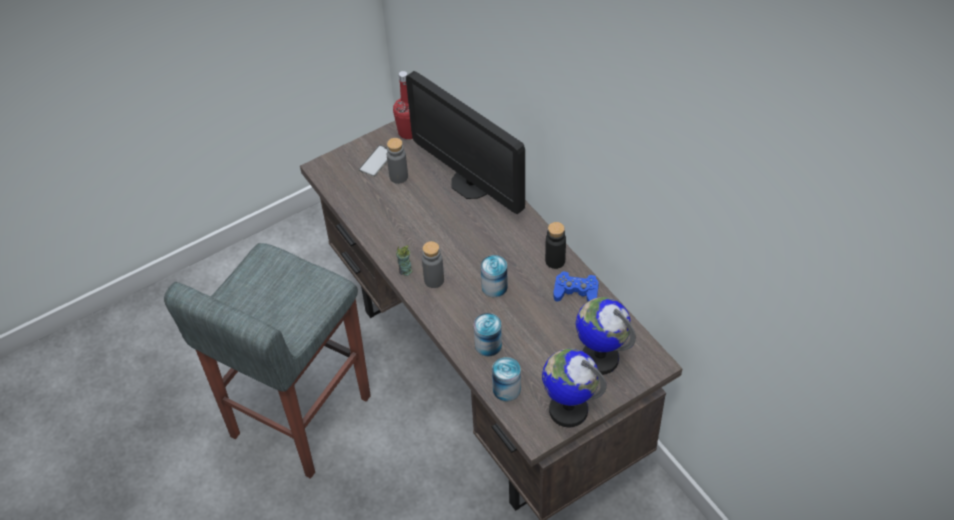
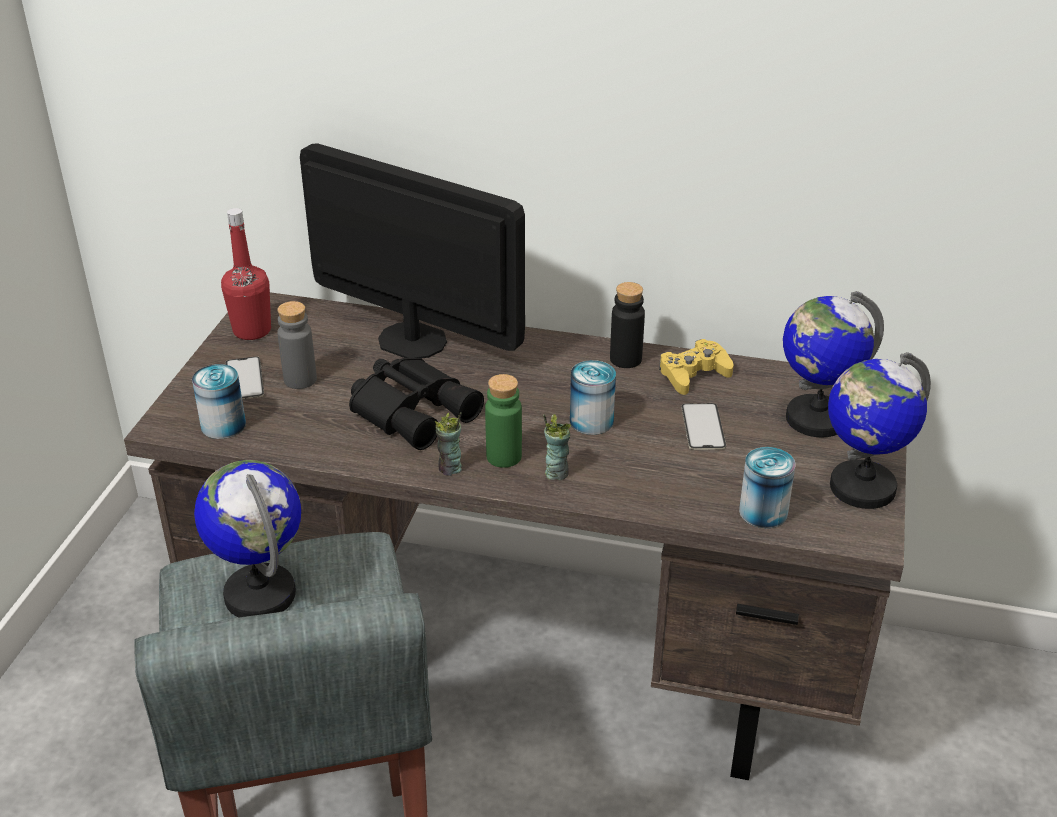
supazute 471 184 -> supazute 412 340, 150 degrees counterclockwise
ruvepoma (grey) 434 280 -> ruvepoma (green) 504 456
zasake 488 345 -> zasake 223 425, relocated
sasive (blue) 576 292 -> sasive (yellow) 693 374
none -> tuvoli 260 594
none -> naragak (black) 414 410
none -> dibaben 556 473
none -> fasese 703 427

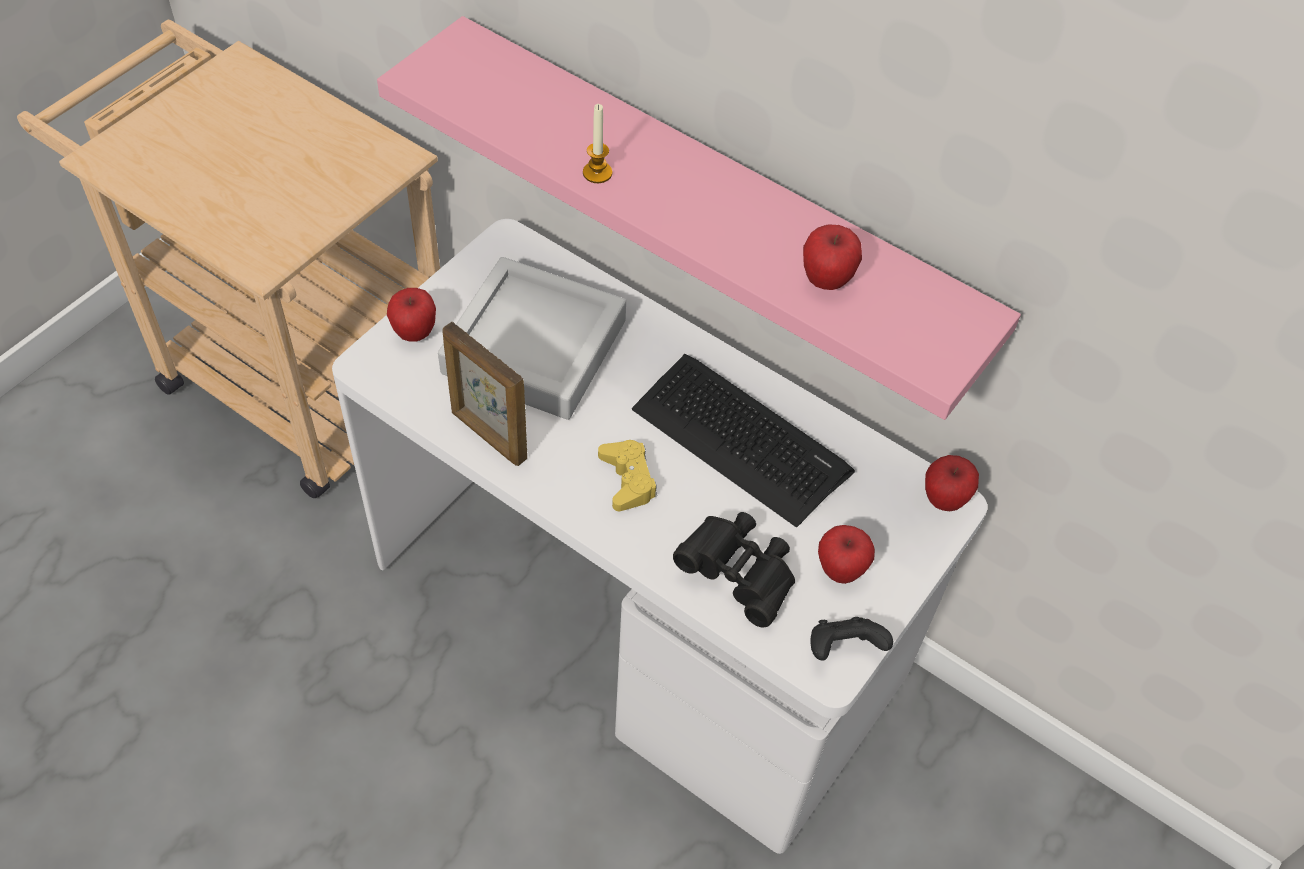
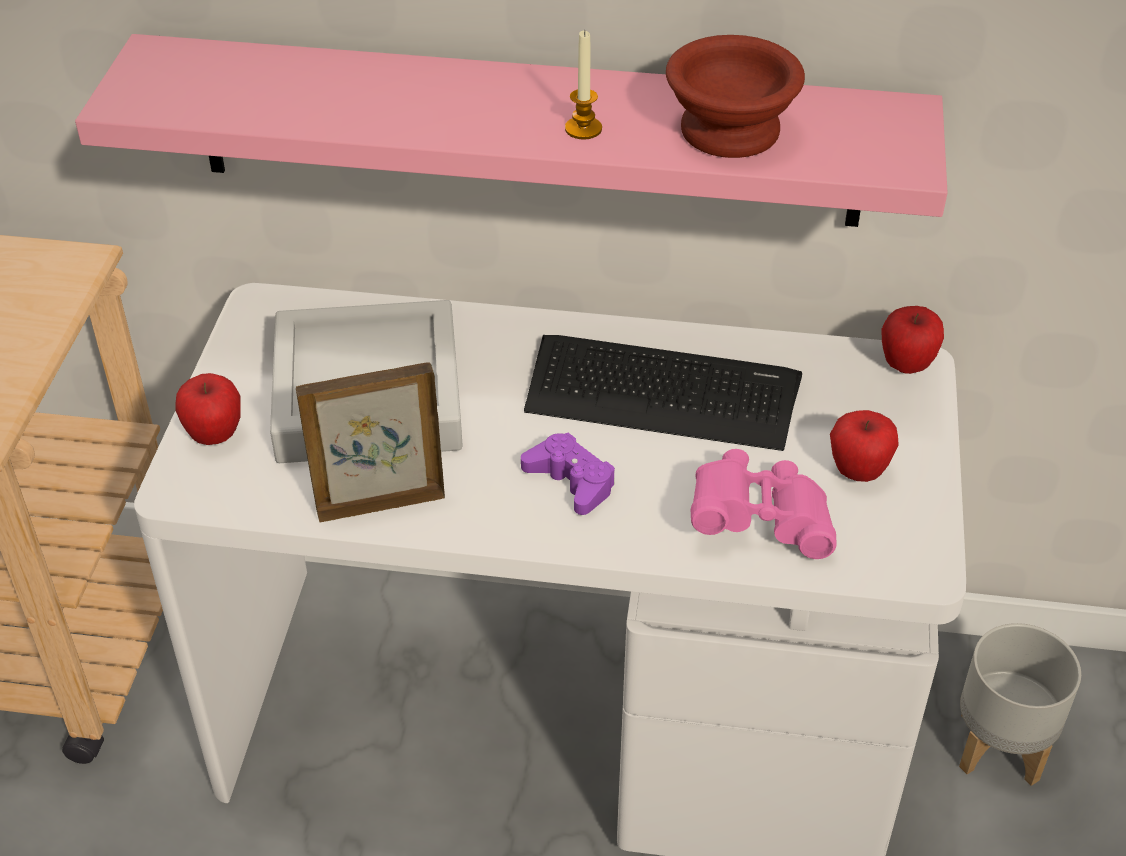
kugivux 488 436 -> kugivux 379 503, 150 degrees clockwise
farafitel 597 173 -> farafitel 583 129, relocated
sasive (yellow) 628 479 -> sasive (purple) 571 481
naragak (black) 739 575 -> naragak (pink) 760 521
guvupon 826 280 -> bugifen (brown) 733 132
sasive (black) 843 649 -> none
none -> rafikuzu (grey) 1001 748

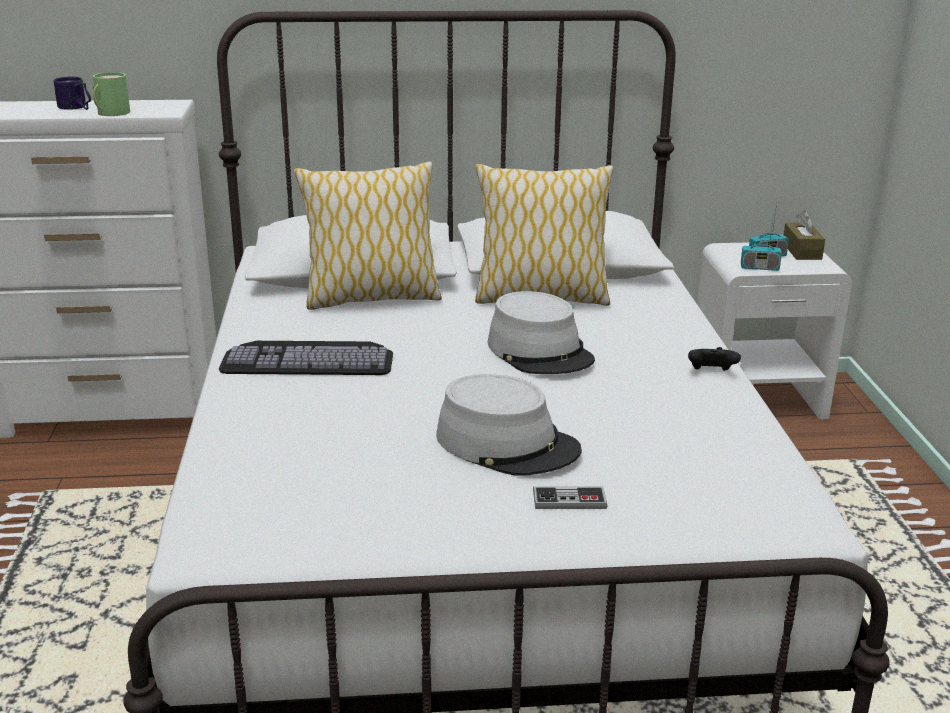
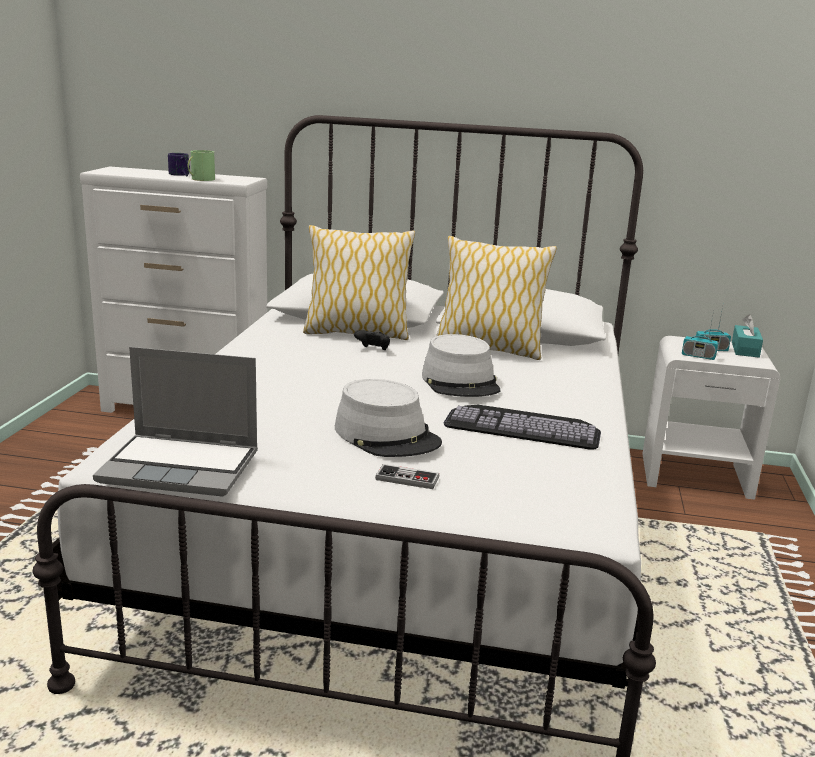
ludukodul 310 358 -> ludukodul 524 426, relocated
sasive (black) 711 373 -> sasive (black) 373 350, relocated
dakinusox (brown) 801 251 -> dakinusox (turquoise) 745 349
none -> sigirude 182 467

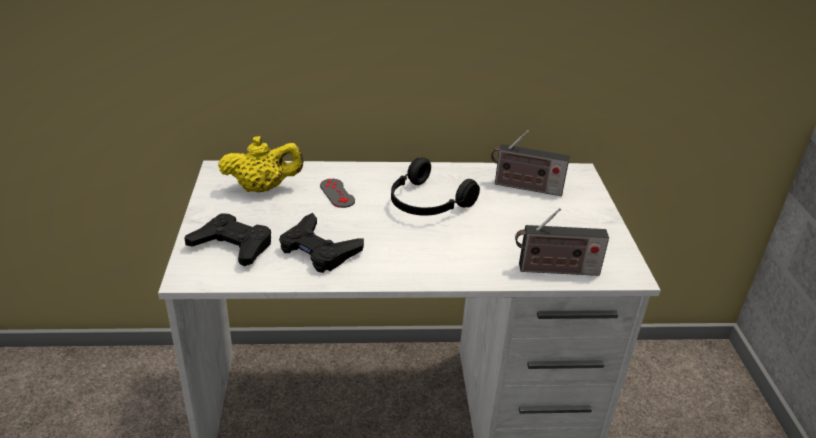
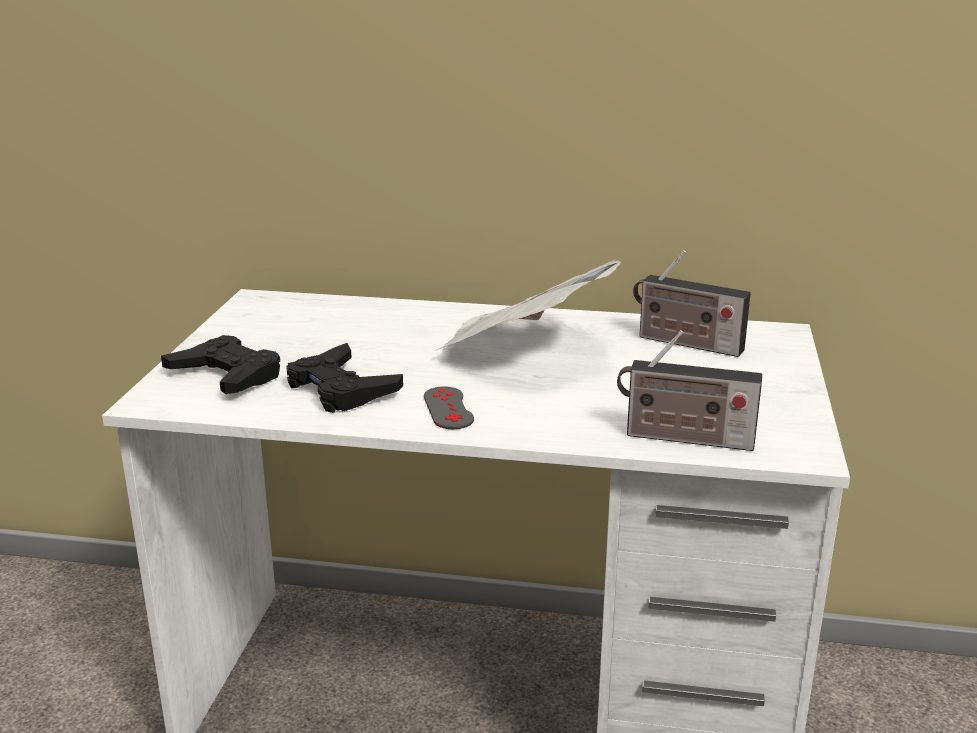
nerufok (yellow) 263 188 -> none
sasive (grey) 337 193 -> sasive (grey) 448 408, relocated
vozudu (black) 426 203 -> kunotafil 524 351

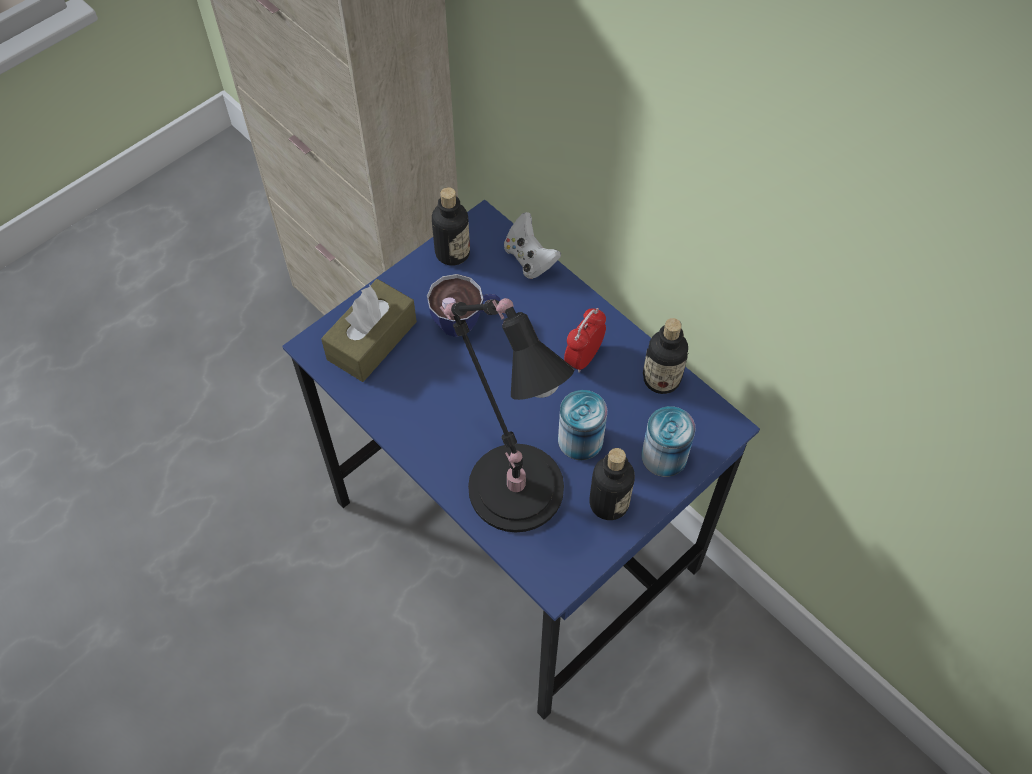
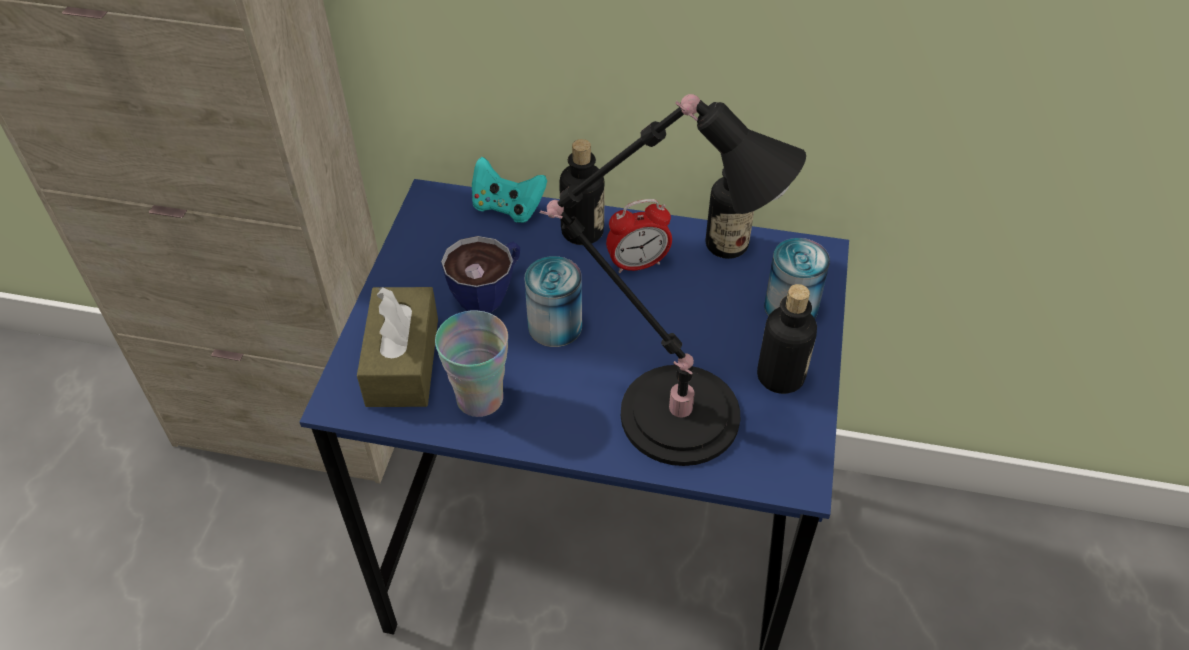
ruvepoma 452 253 -> ruvepoma 582 231, relocated
sasive (white) 529 259 -> sasive (turquoise) 507 207
zasake 580 440 -> zasake 555 326, relocated
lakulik 583 357 -> lakulik 637 264, 105 degrees counterclockwise
none -> dibaben 480 398

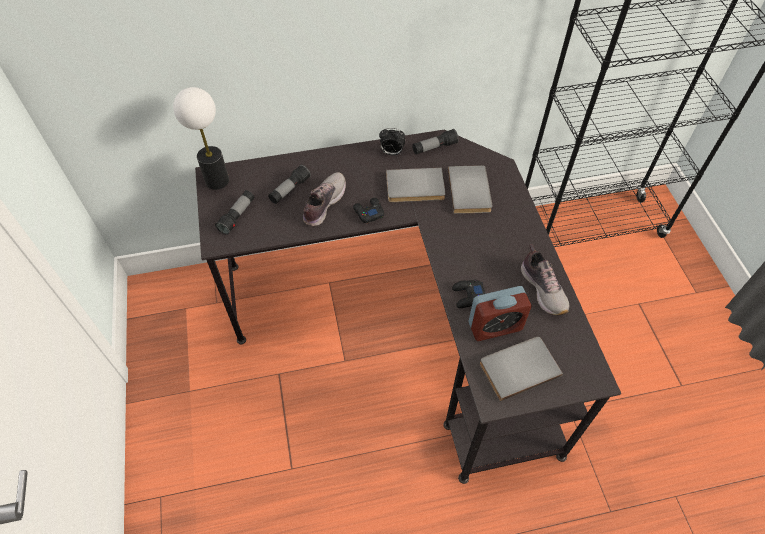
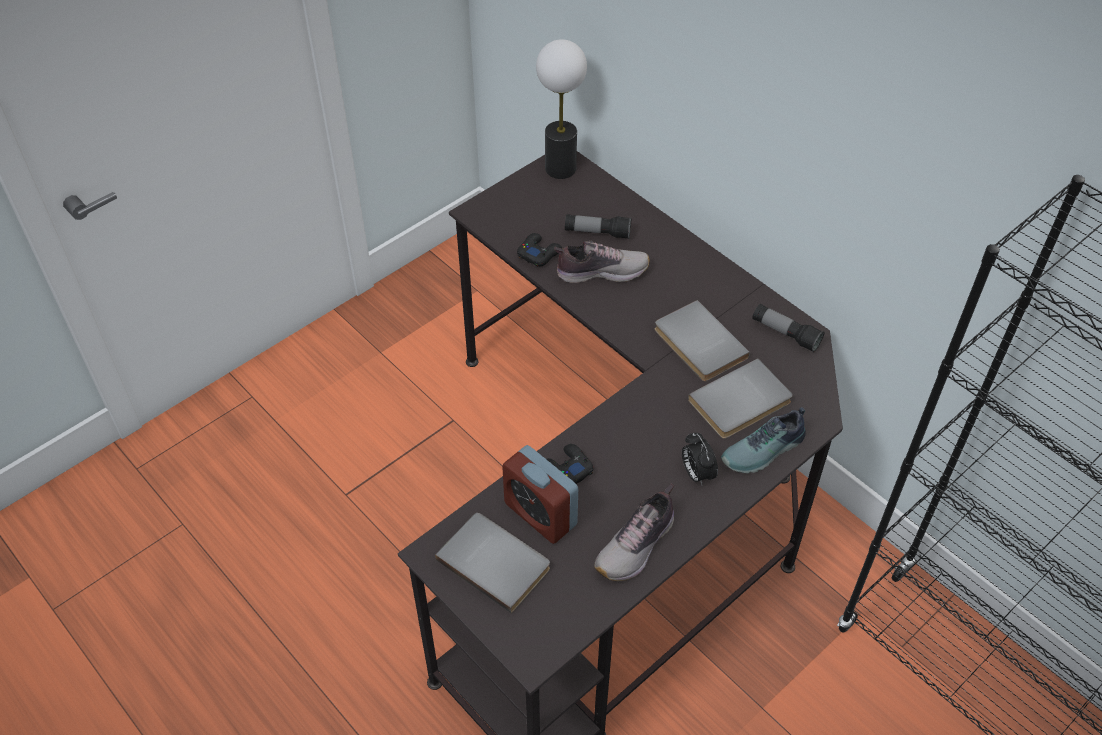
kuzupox 237 216 -> none
sasive (black) 368 212 -> sasive (black) 539 253, relocated
lakulik 391 153 -> lakulik 696 473, relocated
none -> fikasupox 764 451

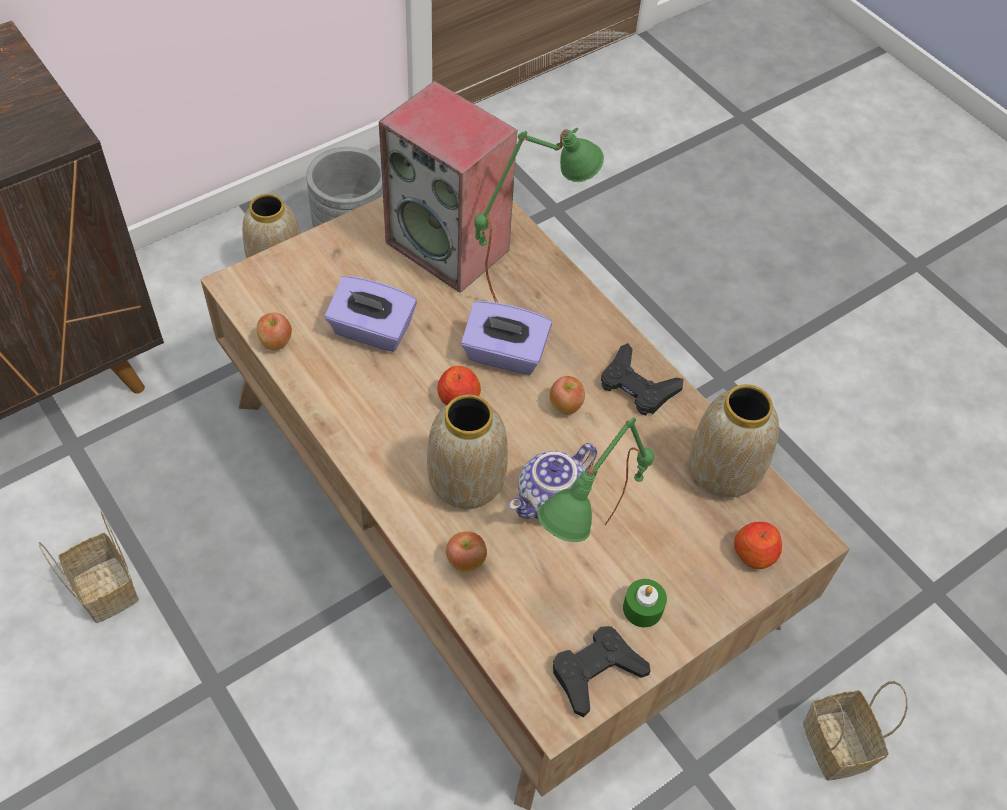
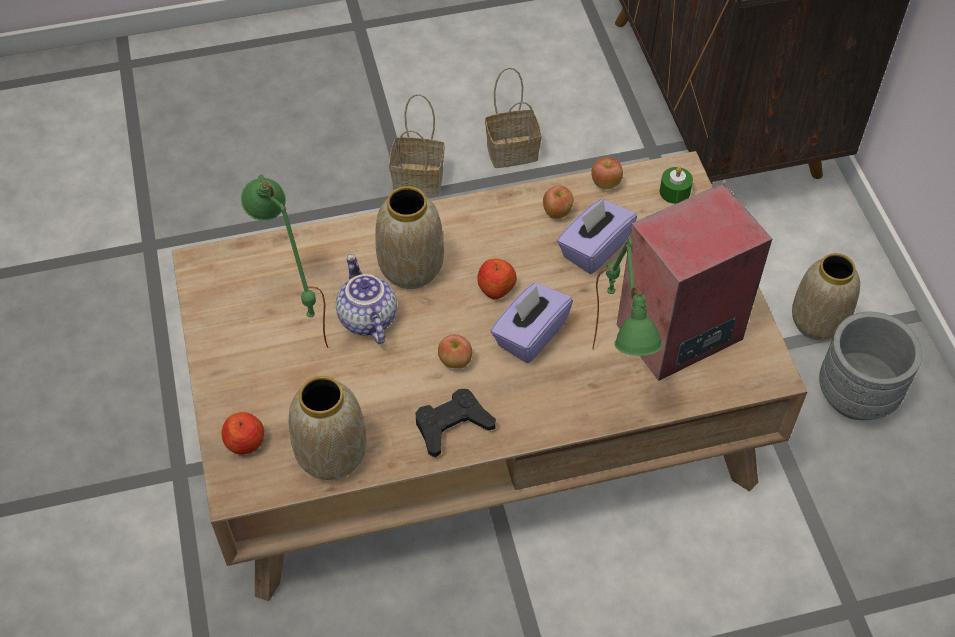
guvupon 465 561 -> guvupon 557 212, relocated
sasive (black) 596 672 -> none
farafitel (green) 642 608 -> farafitel (green) 674 192, relocated
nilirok 833 743 -> nilirok 420 178, relocated

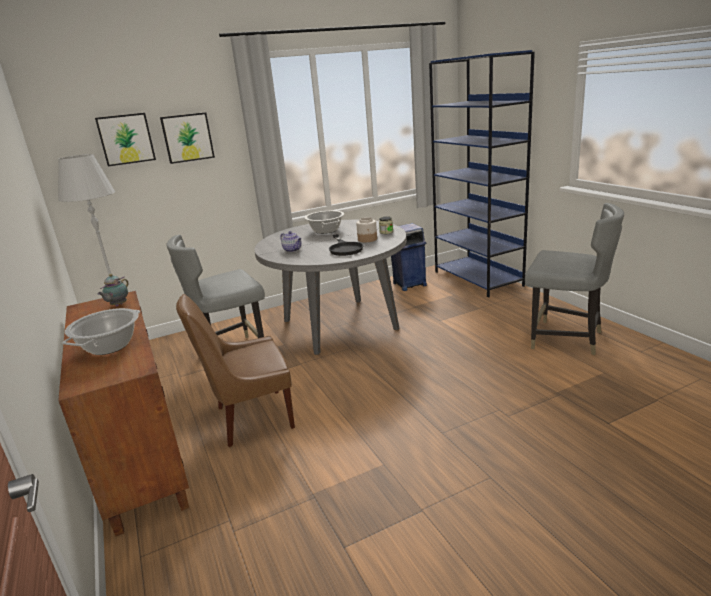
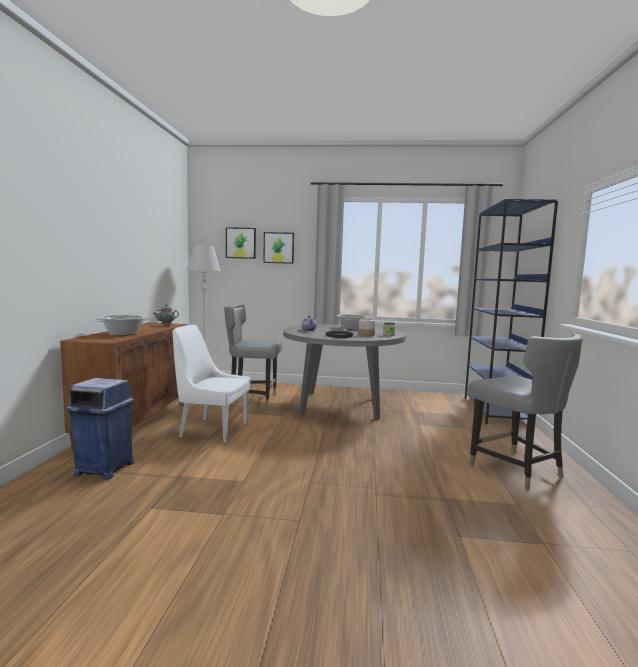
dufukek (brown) 251 418 -> dufukek (white) 211 429
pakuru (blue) 409 284 -> pakuru (blue) 104 469, relocated

